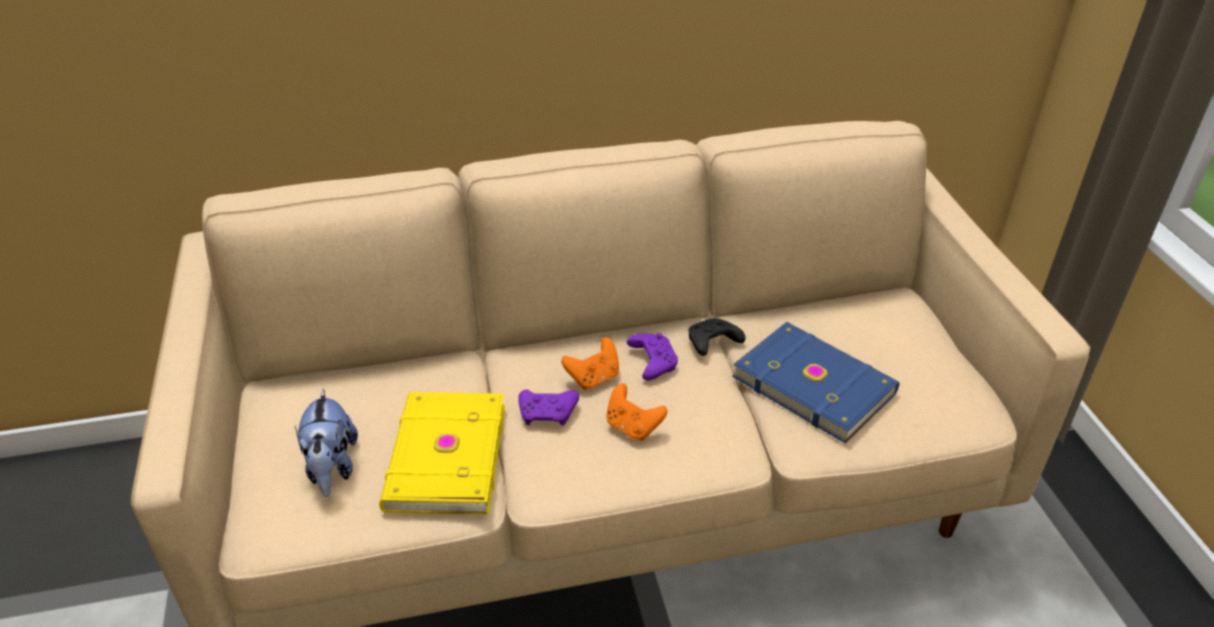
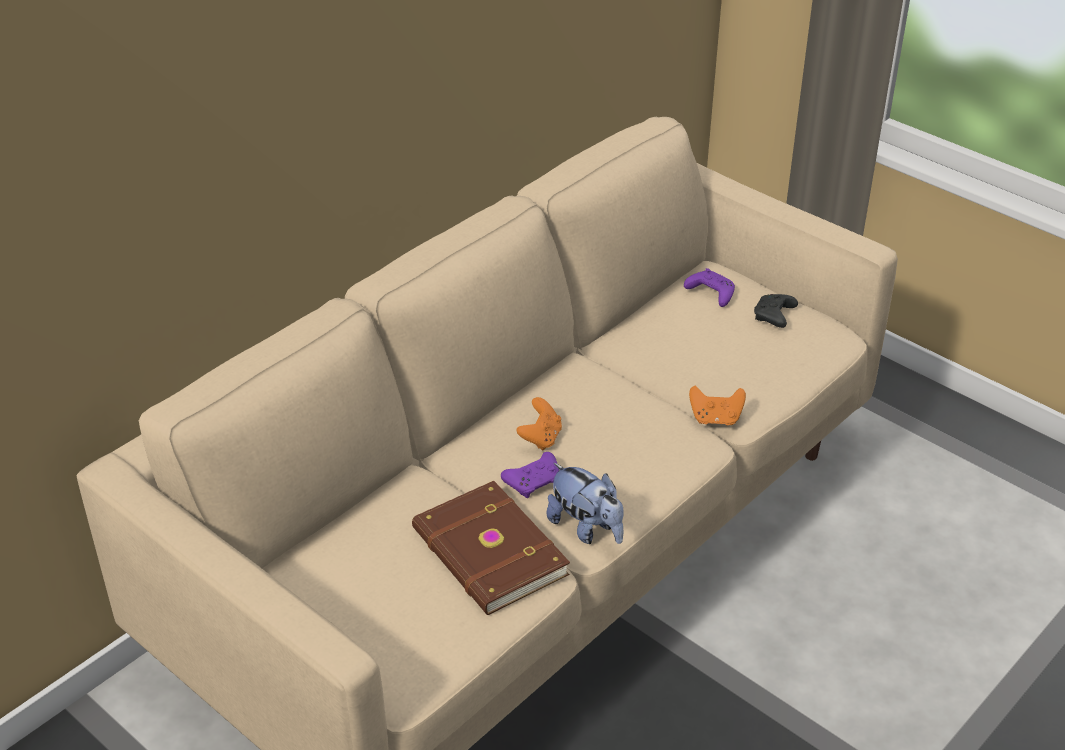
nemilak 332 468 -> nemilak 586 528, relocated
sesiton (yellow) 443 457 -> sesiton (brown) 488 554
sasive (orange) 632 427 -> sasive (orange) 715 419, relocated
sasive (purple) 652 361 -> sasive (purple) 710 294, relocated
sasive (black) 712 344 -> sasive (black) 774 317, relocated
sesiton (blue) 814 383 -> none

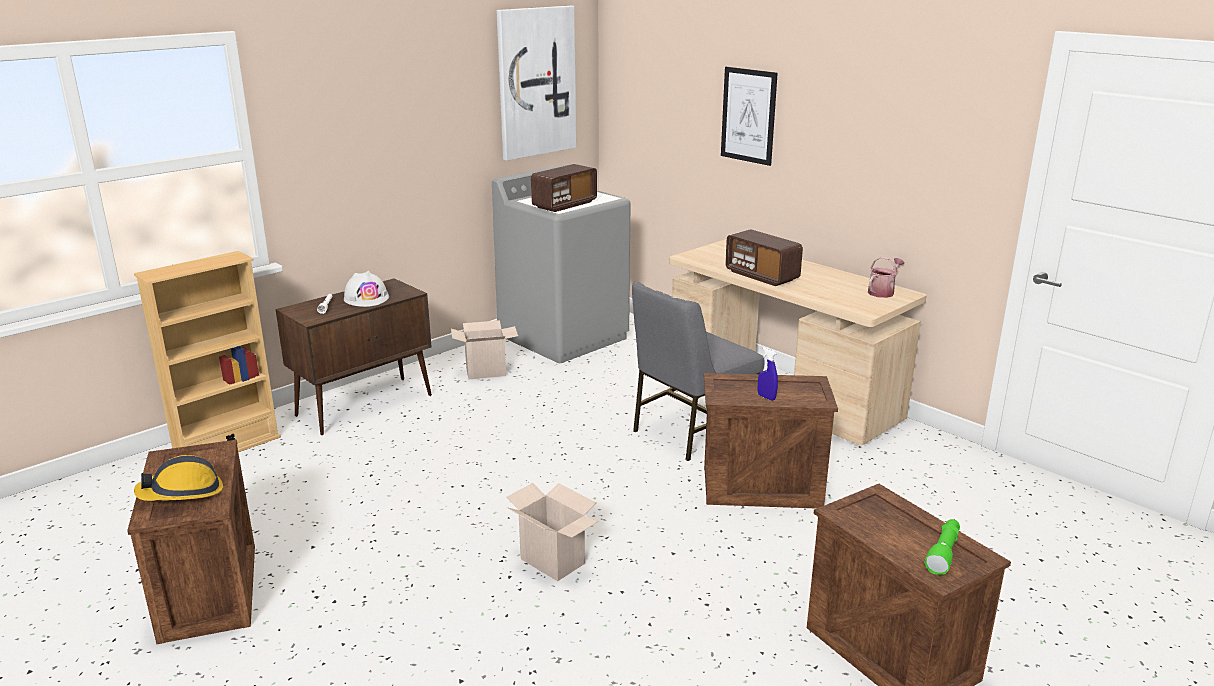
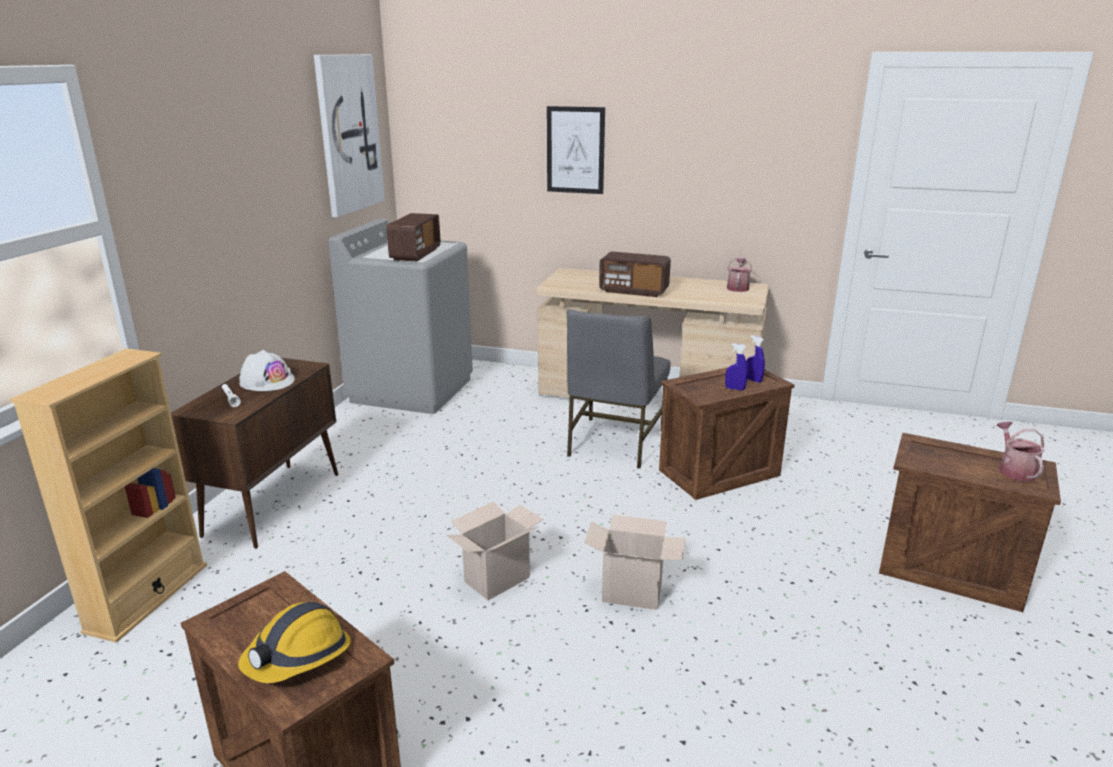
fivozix 487 371 -> fivozix 497 578, relocated
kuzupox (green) 943 553 -> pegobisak 1014 470
none -> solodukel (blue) 753 380

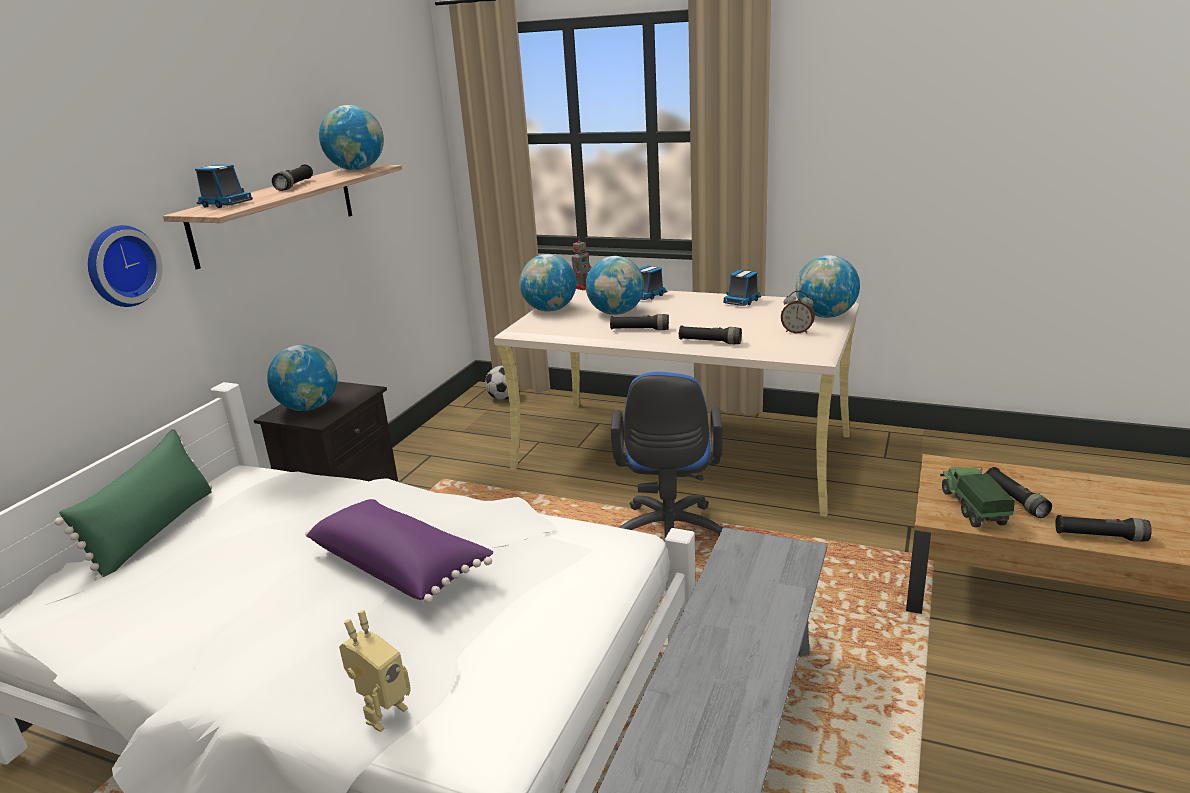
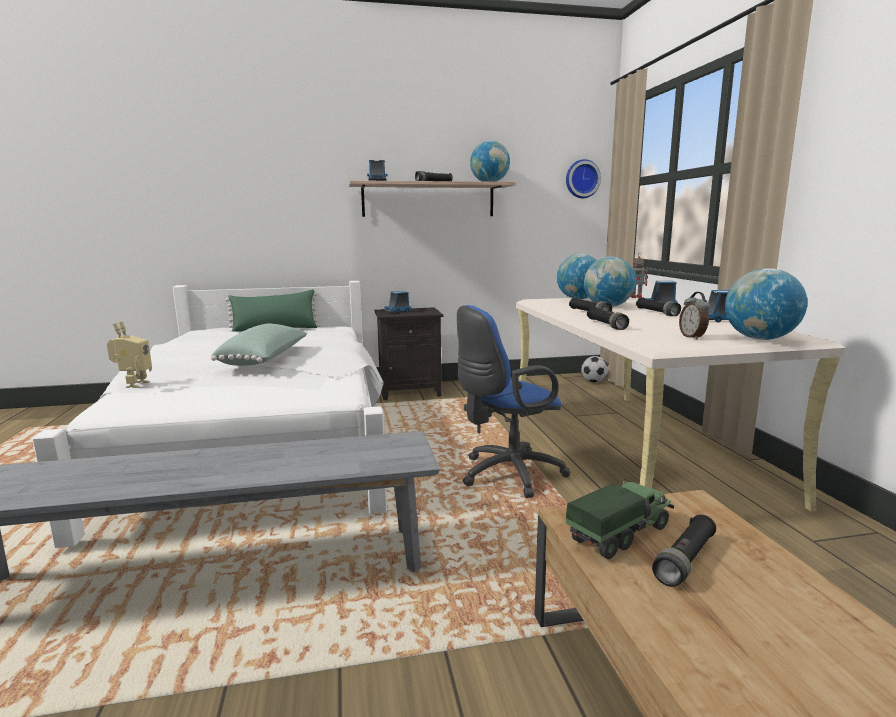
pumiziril 120 266 -> pumiziril 581 179, relocated
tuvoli 309 407 -> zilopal 398 311
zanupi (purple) 401 566 -> zanupi (green) 266 359
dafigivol 382 713 -> dafigivol 134 385, 90 degrees counterclockwise
kuzupox (black) 1100 536 -> kuzupox (black) 657 313, relocated

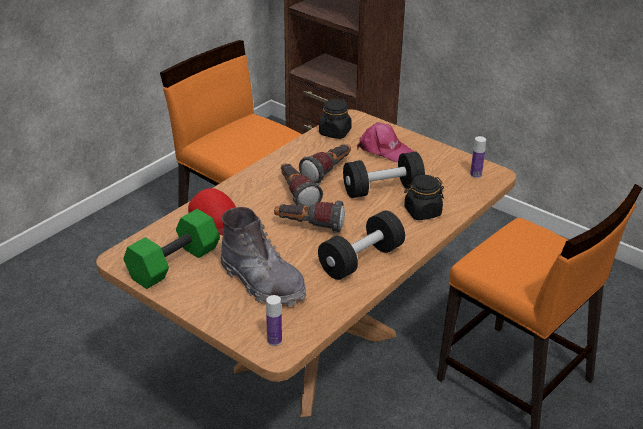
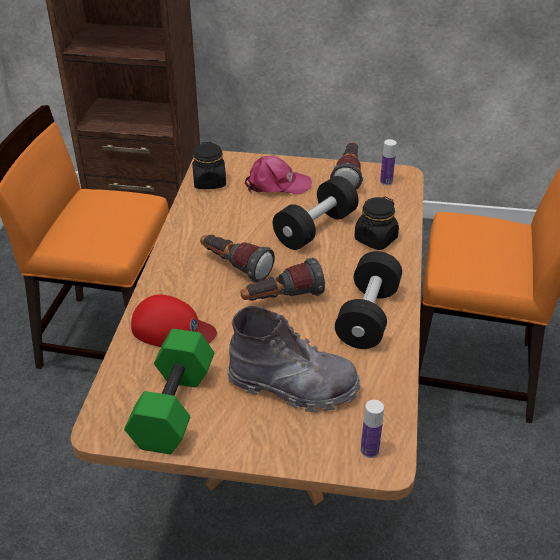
kuzupox 328 172 -> kuzupox 348 176, relocated

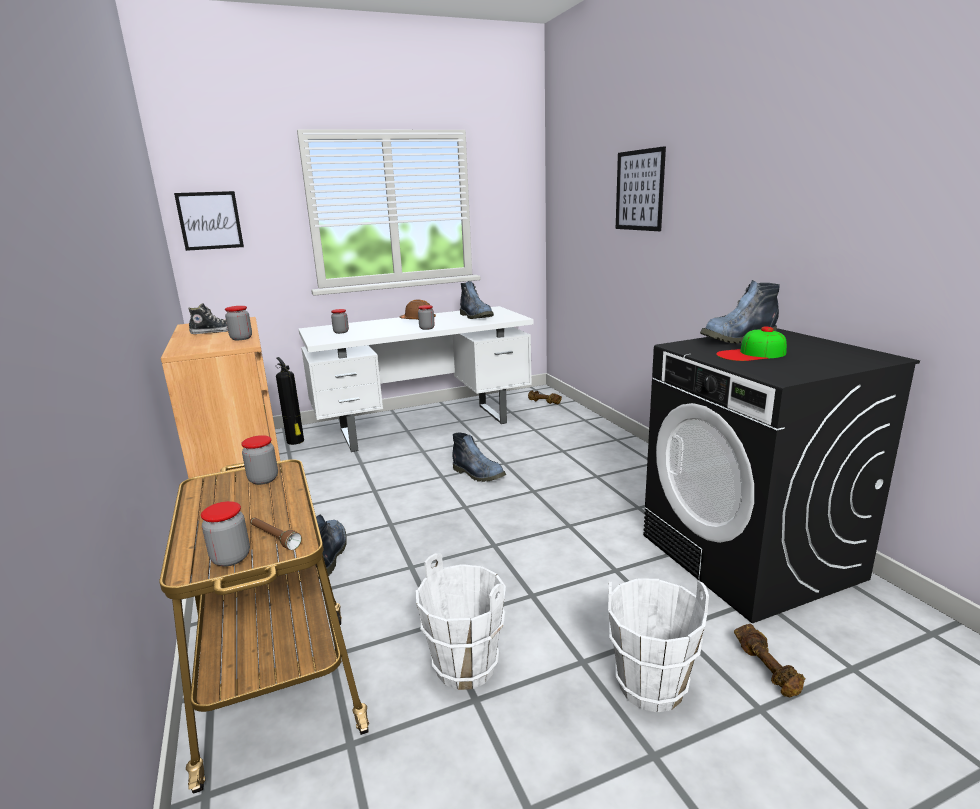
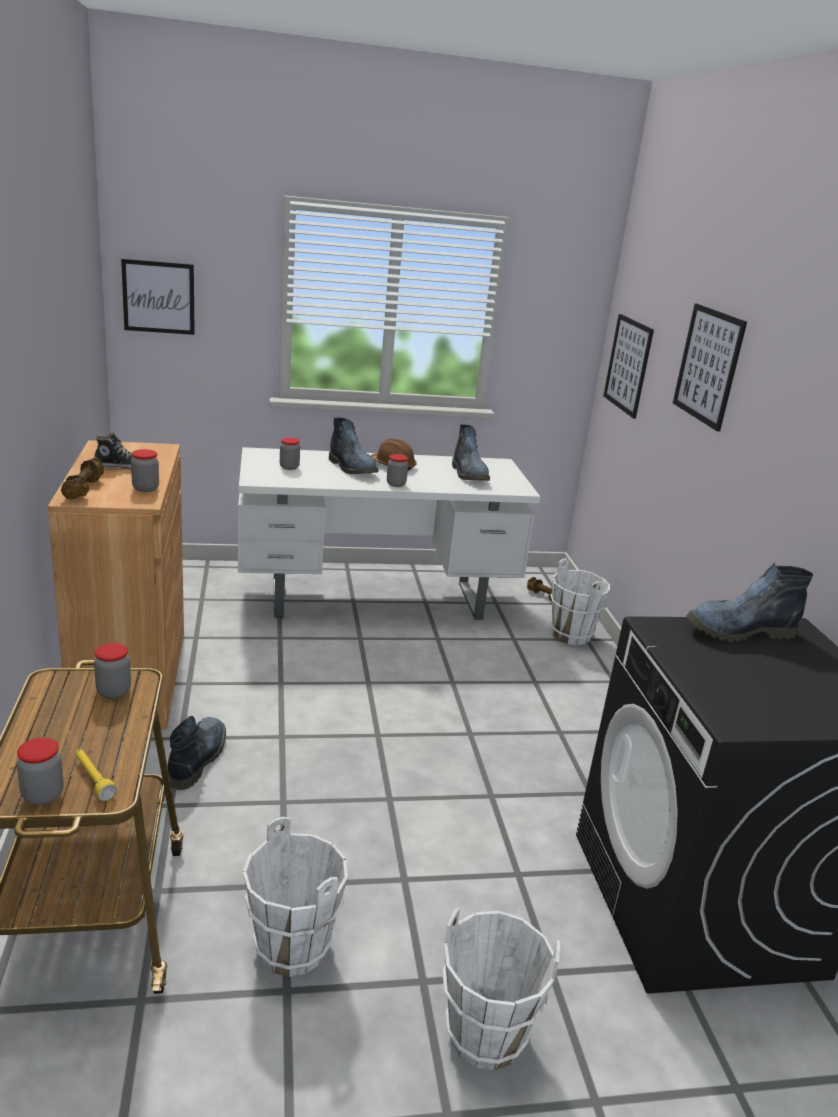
kuzupox (brown) 274 538 -> kuzupox (yellow) 93 779
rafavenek 296 441 -> none
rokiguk 479 474 -> rokiguk 352 468, relocated
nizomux 751 354 -> none
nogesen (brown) 767 669 -> nogesen (brown) 85 489, relocated
none -> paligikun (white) 571 635
none -> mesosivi 628 365

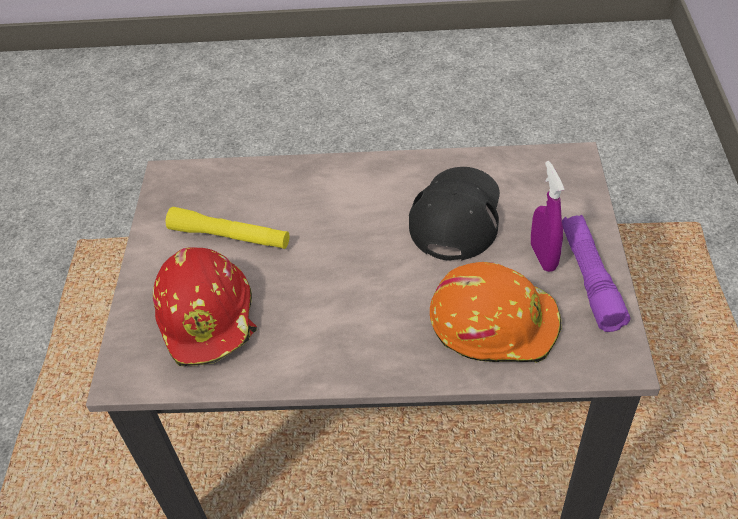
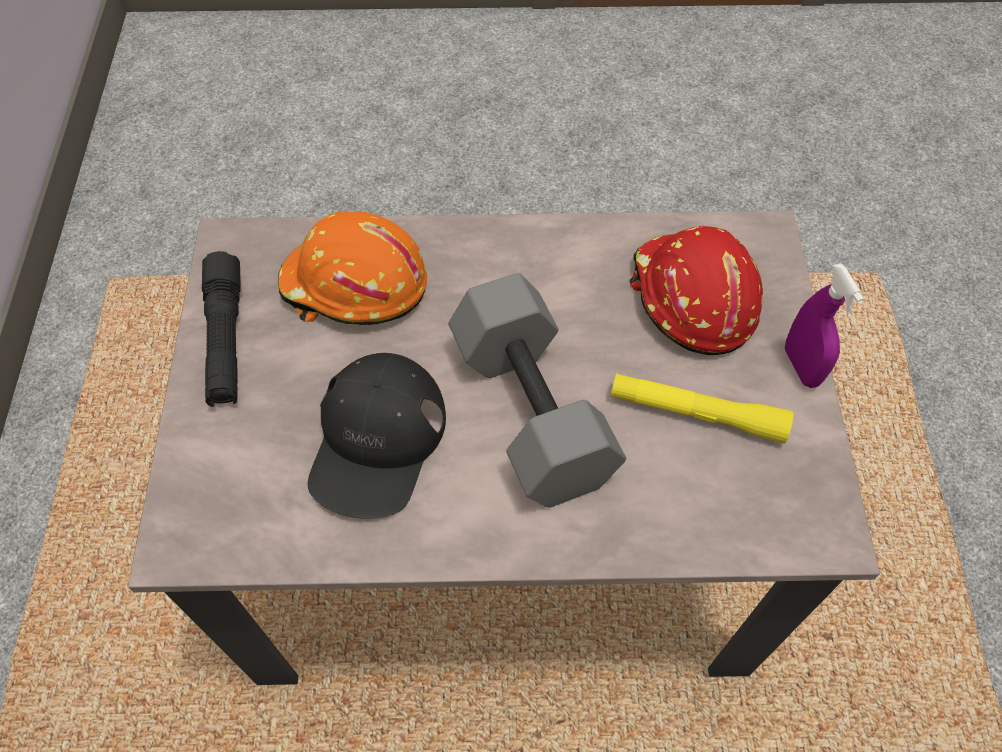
solodukel (purple) 543 257 -> solodukel (purple) 801 366, relocated
kuzupox (purple) 590 278 -> kuzupox (black) 226 338
none -> nogesen (grey) 528 411

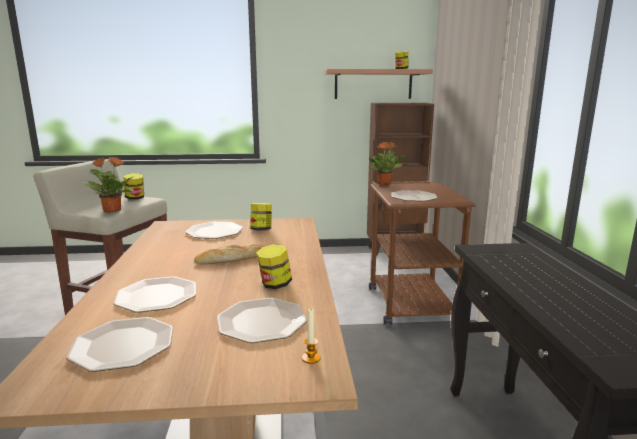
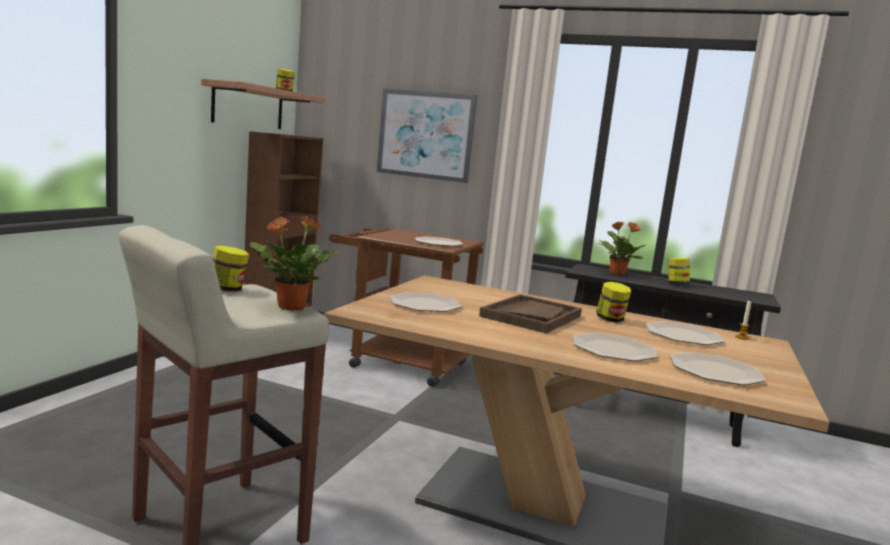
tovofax 232 259 -> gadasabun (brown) 531 316
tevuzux 261 230 -> tevuzux 676 284, relocated
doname 384 184 -> doname 616 273, relocated
none -> mesosivi 425 135

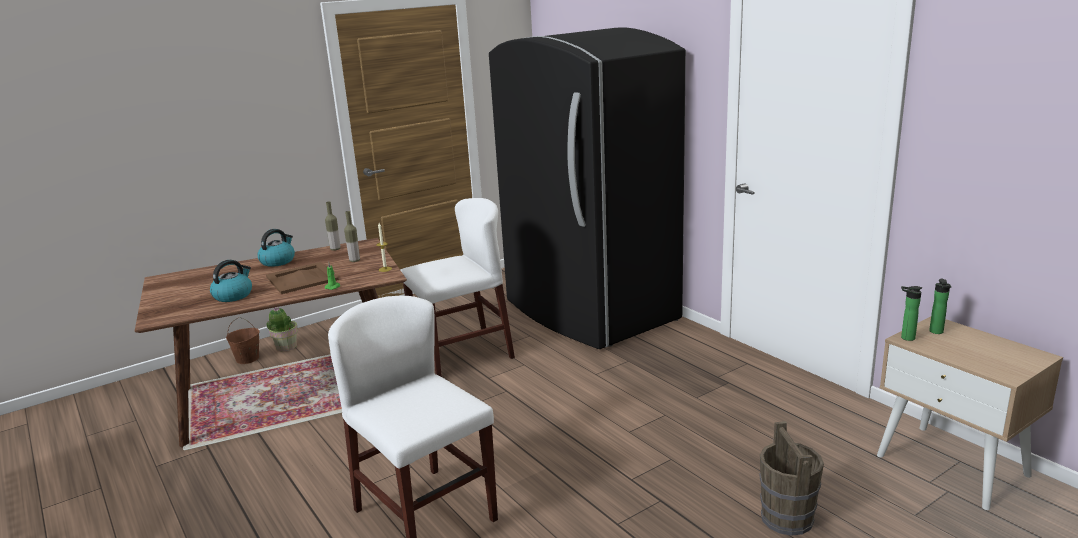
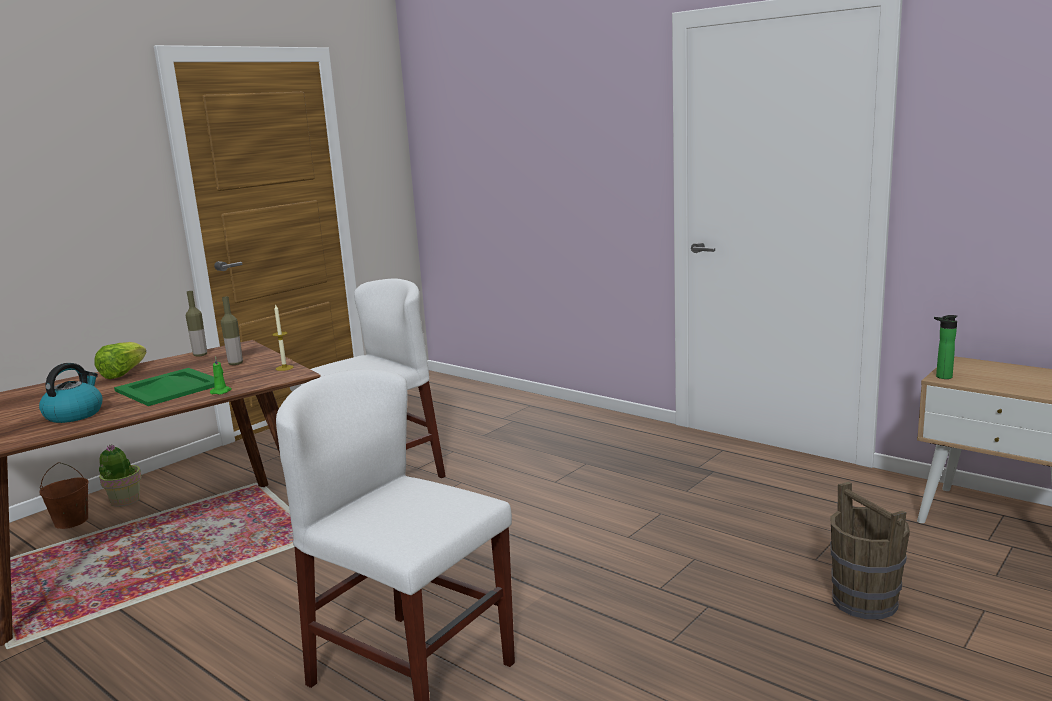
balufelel 278 261 -> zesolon 123 374
gadasabun (brown) 302 278 -> gadasabun (green) 171 387
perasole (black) 589 312 -> none
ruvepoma 937 332 -> none

